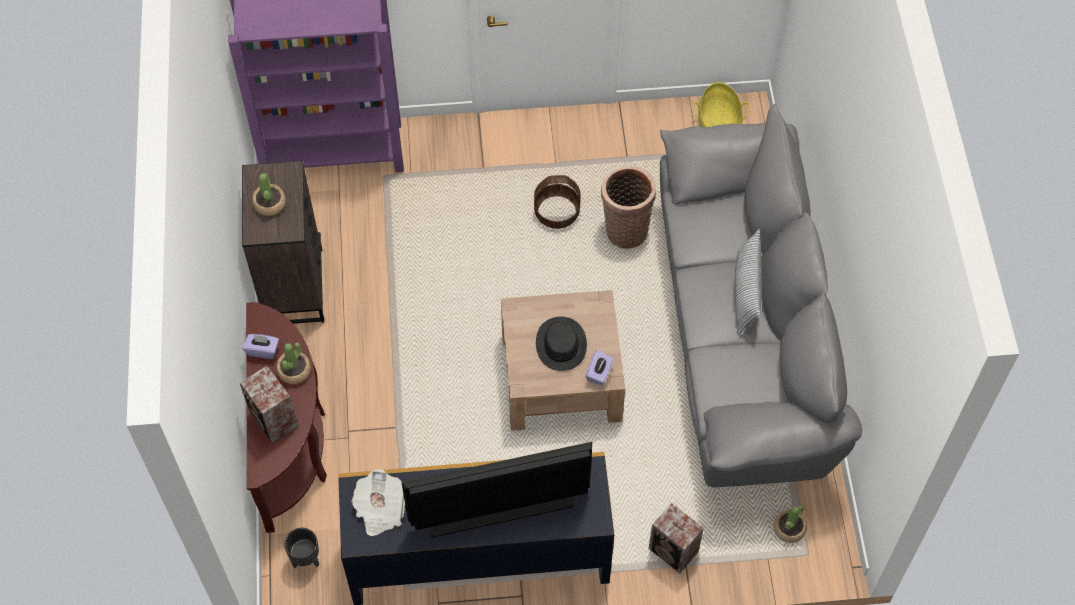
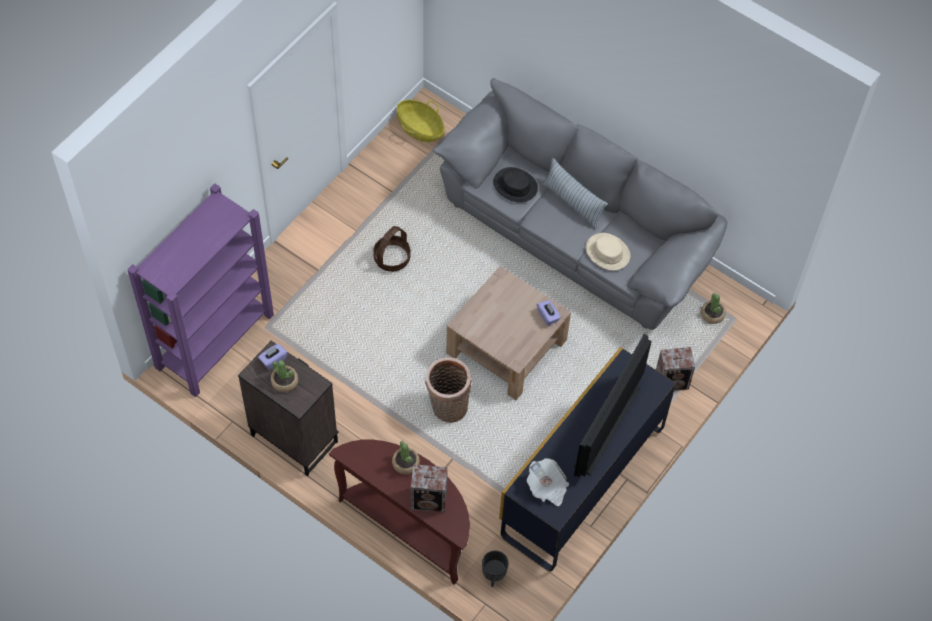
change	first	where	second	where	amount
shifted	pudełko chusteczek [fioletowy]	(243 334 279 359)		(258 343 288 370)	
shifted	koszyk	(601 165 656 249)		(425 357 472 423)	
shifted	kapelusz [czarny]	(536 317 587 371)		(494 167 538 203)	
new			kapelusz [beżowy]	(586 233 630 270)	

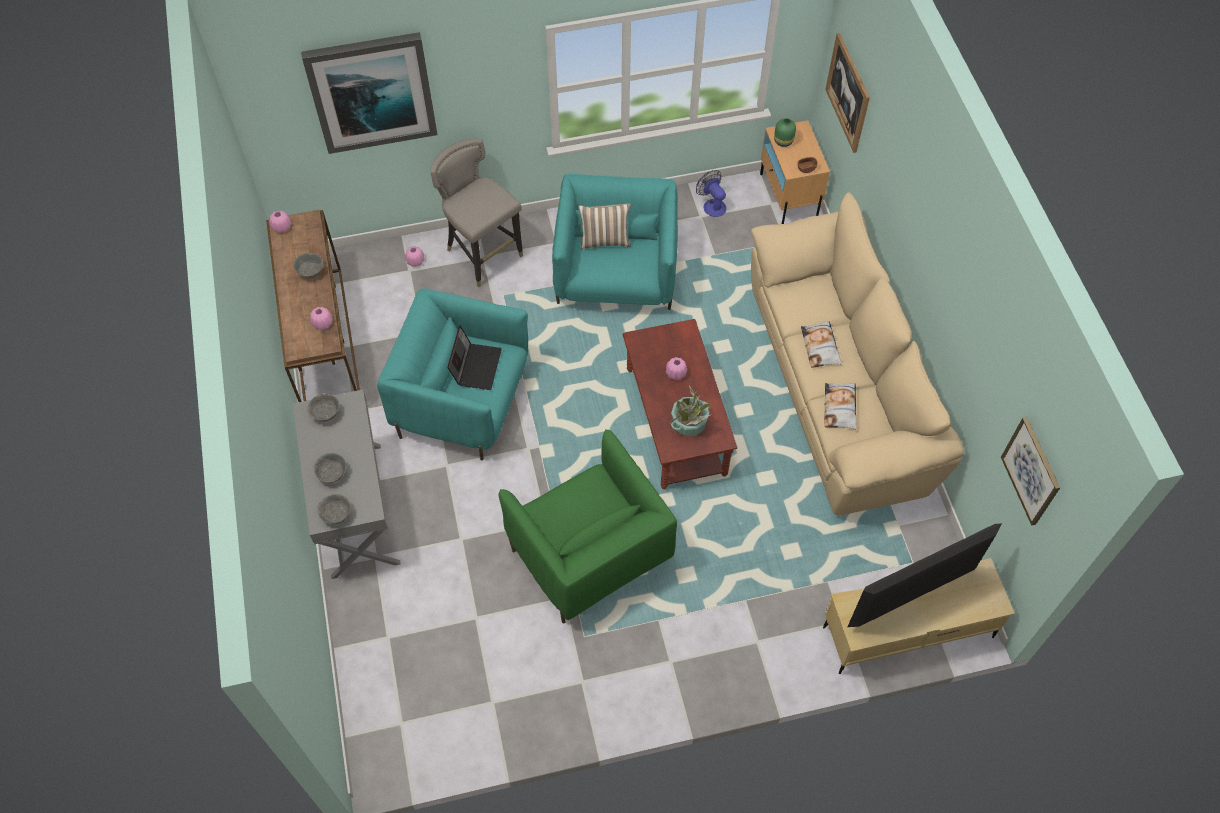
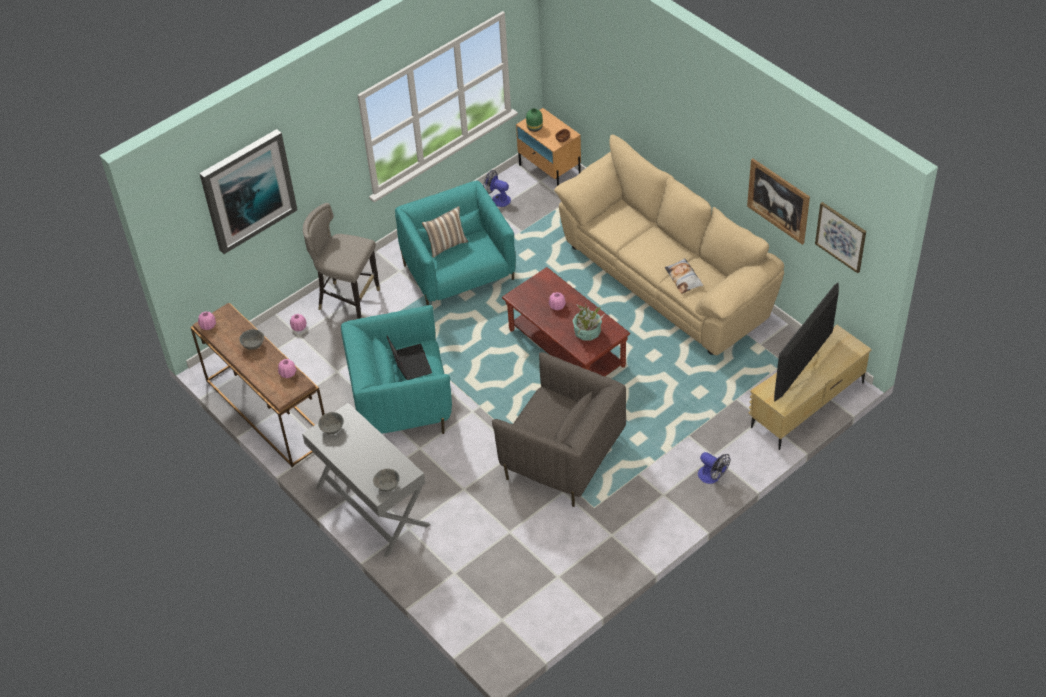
change	first	where	second	where	amount
repainted	fotel [zielony]	(499 429 677 623)	fotel [szary]	(492 352 626 507)	
new			wentylator	(698 452 730 484)	
shifted	obraz	(825 33 870 153)		(747 159 810 245)	
gone	miska [szary]	(314 453 346 483)			
gone	poduszka	(801 321 841 368)			

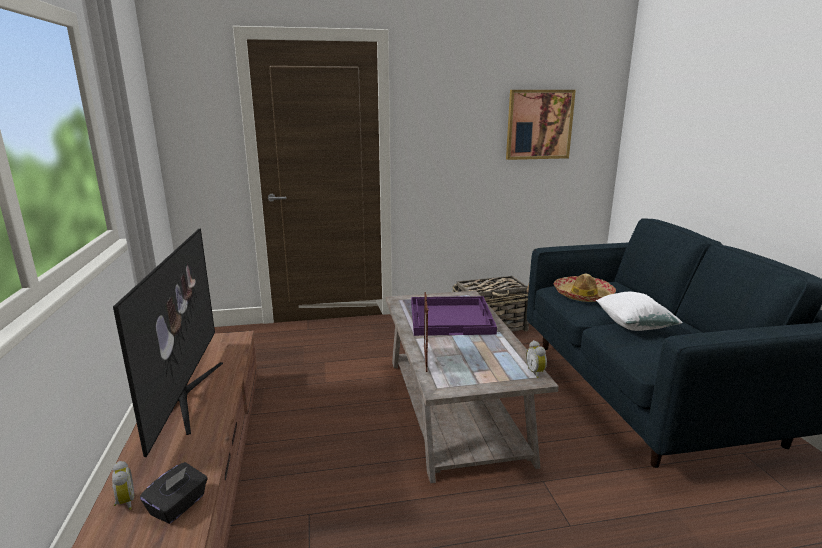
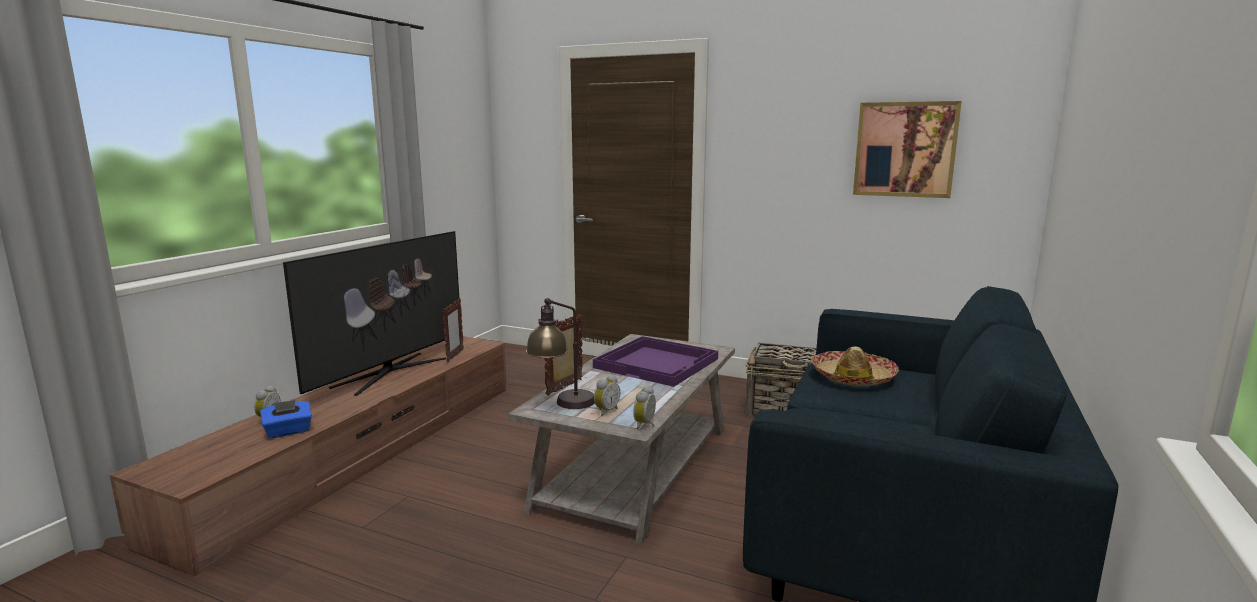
change	first	where	second	where	amount
repainted	pudełko chusteczek [czarny]	(140 462 208 524)	pudełko chusteczek [niebieski]	(260 400 312 438)	
new			ramka na zdjęcie	(443 298 464 362)	
new			lampa stołowa	(526 298 595 409)	
new			budzik	(594 375 620 416)	
gone	poduszka [biały]	(596 292 683 331)			

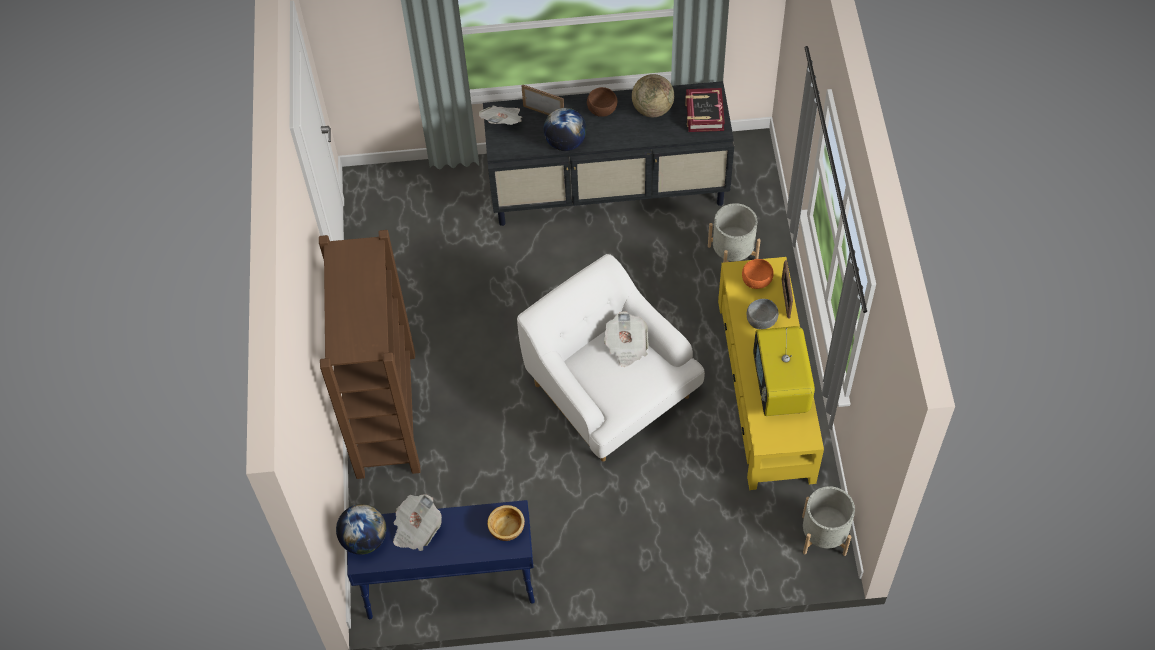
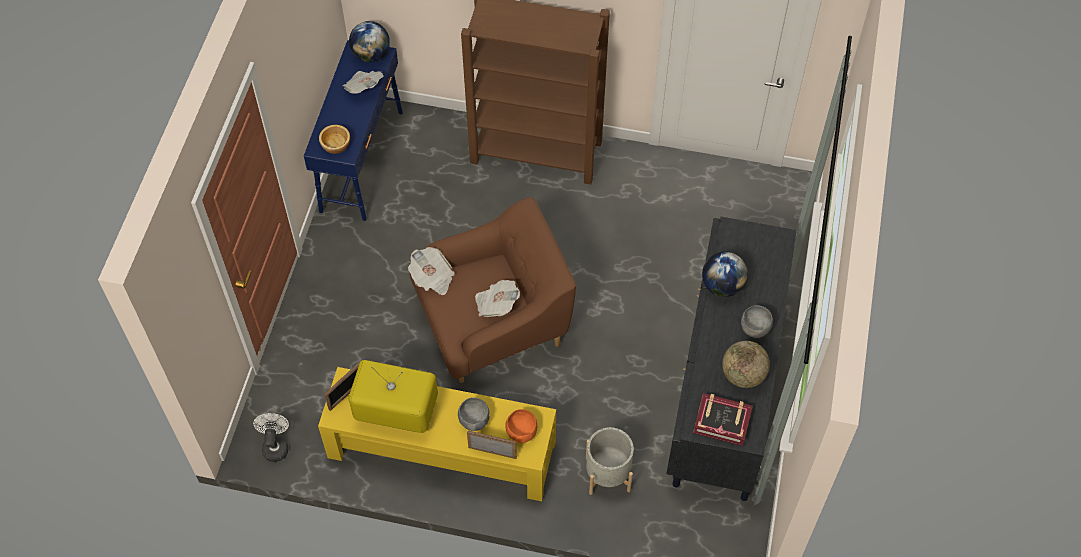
change	first	where	second	where	amount
swapped	donica [szary]	(802 486 855 556)	wentylator [biały]	(253 413 289 462)	
shifted	ramka na zdjęcie	(522 84 564 115)		(324 362 360 411)	
shifted	gazeta	(479 106 522 125)		(408 247 455 295)	
repainted	fotel [biały]	(517 254 705 461)	fotel [brązowy]	(409 197 576 383)	
repainted	miska [brązowy]	(587 87 617 117)	miska [szary]	(741 305 773 338)	

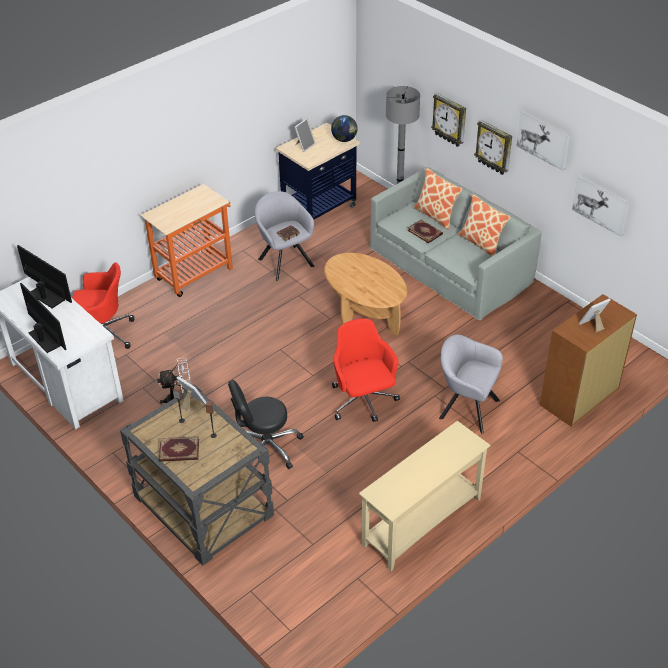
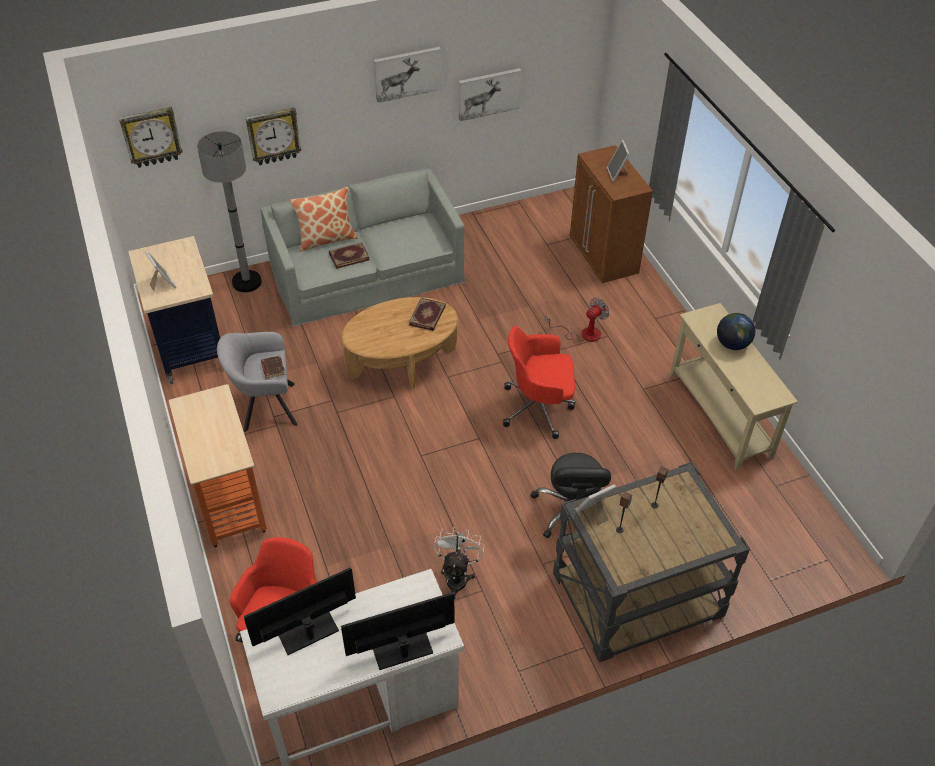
change	first	where	second	where	amount
shifted	zegar ścienny	(474 120 512 175)		(119 107 183 168)	
shifted	książka	(159 436 199 462)		(409 298 446 331)	
swapped	fotel [szary]	(439 334 503 434)	wentylator	(545 298 610 342)	
shifted	globus	(331 115 358 142)		(717 313 755 350)	
gone	poduszka	(458 194 511 257)			

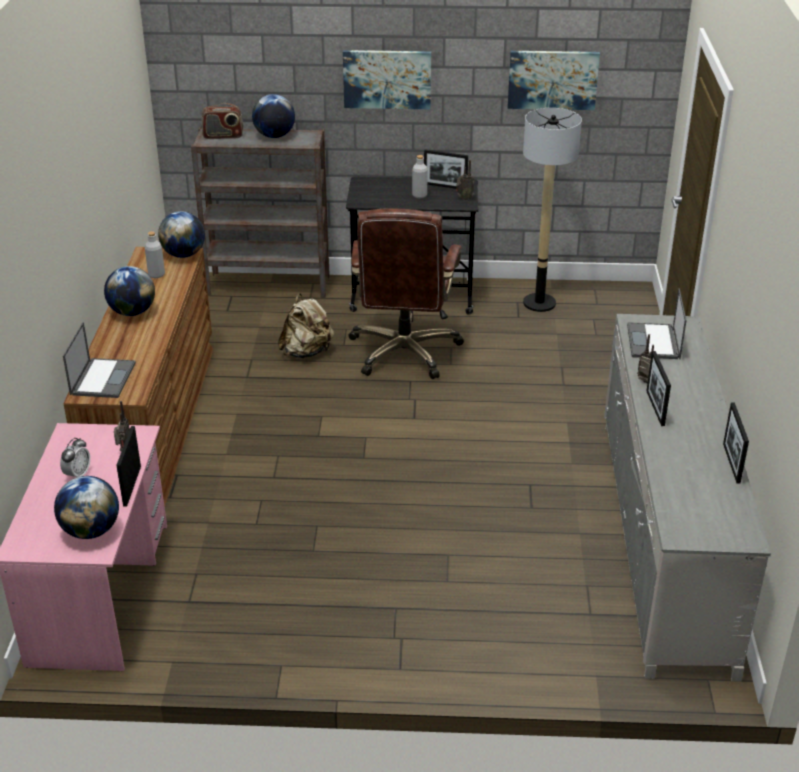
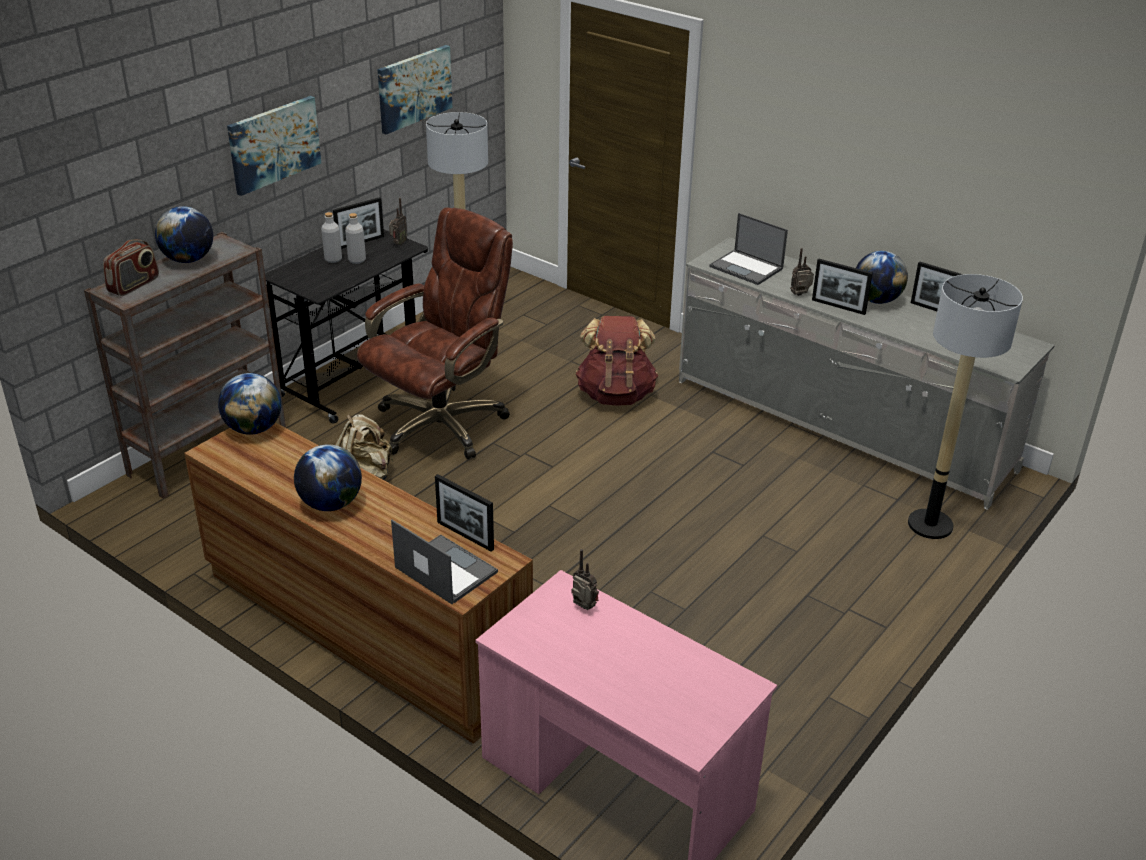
change	first	where	second	where	amount
shifted	butelka [szary]	(145 231 165 278)		(321 212 342 263)	
rotated	krzesło biurowe [brązowy]	(348 208 464 379)		(357 207 513 459)	90 degrees counterclockwise
shifted	ramka na zdjęcie	(116 426 141 507)		(435 474 494 552)	
new			plecak [brązowy]	(576 316 658 406)	
shifted	globus	(54 476 119 539)		(856 251 908 304)	
new			lampa stojąca	(908 274 1023 539)	
gone	budzik	(60 438 90 478)			

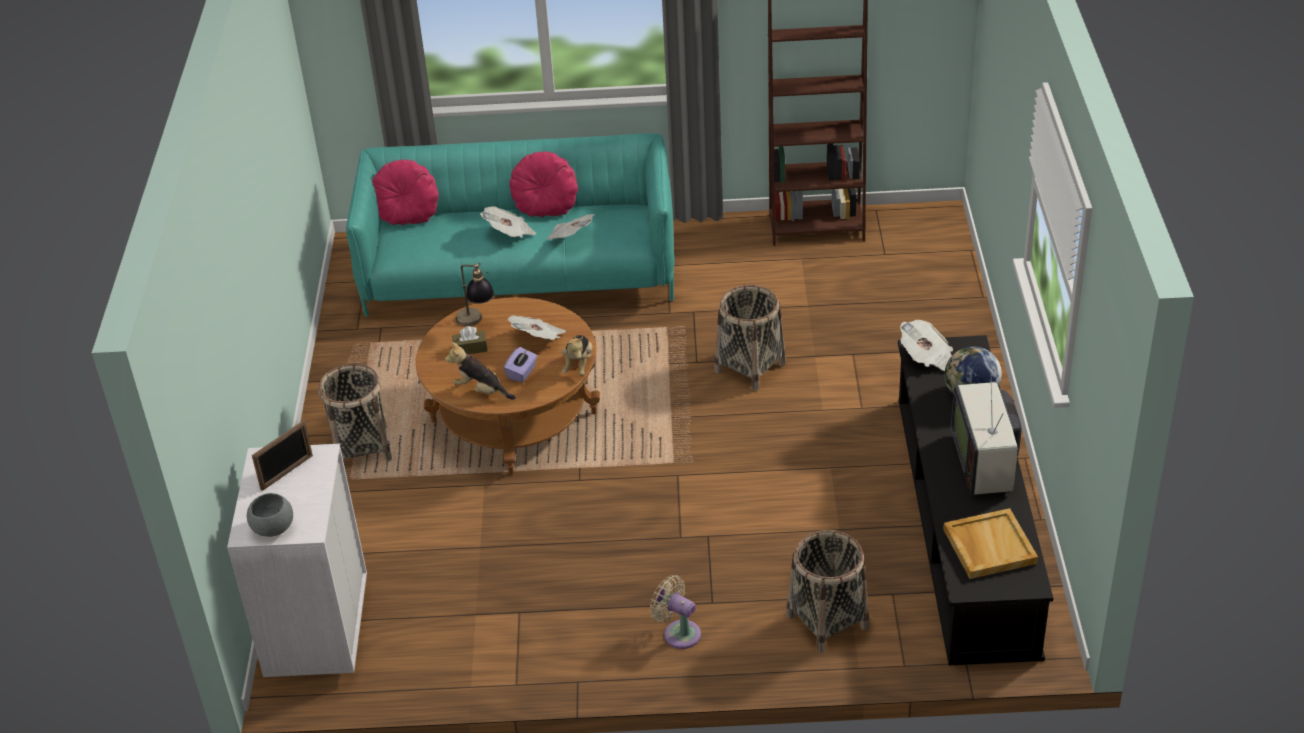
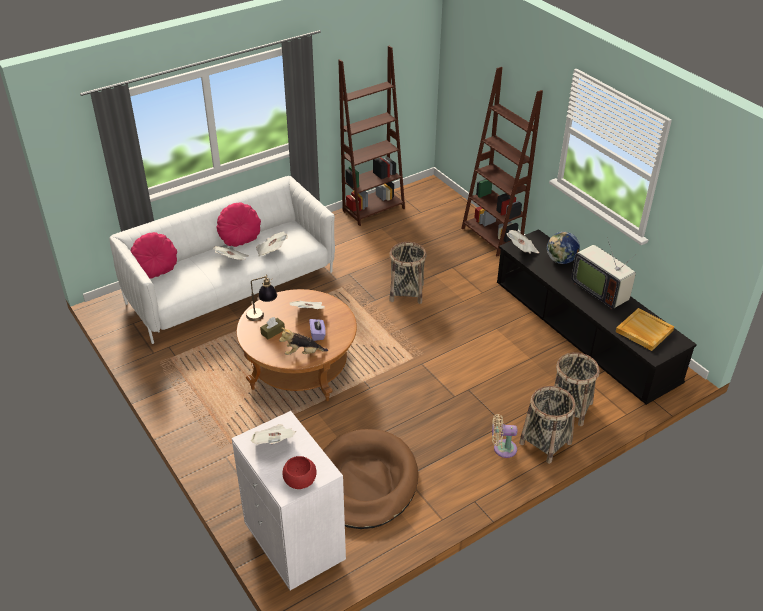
change	first	where	second	where	amount
repainted	kanapa [turkusowy]	(346 133 675 317)	kanapa [biały]	(110 176 335 344)	
swapped	ramka na zdjęcie	(252 420 313 491)	gazeta	(251 424 296 444)	
repainted	miska [szary]	(247 493 293 537)	miska [czerwony]	(282 456 317 489)	
new			legowisko [brązowy]	(323 429 418 529)	
new			regał [brązowy]	(461 67 543 257)	
shifted	koszyk	(318 364 392 462)		(519 386 576 464)	
gone	pluszak	(562 335 592 376)			

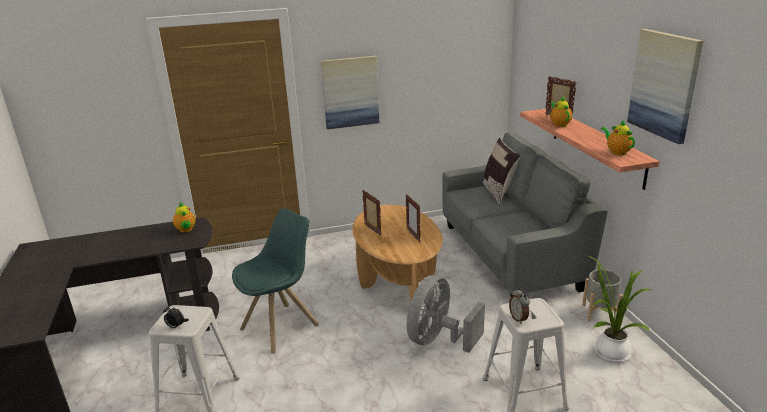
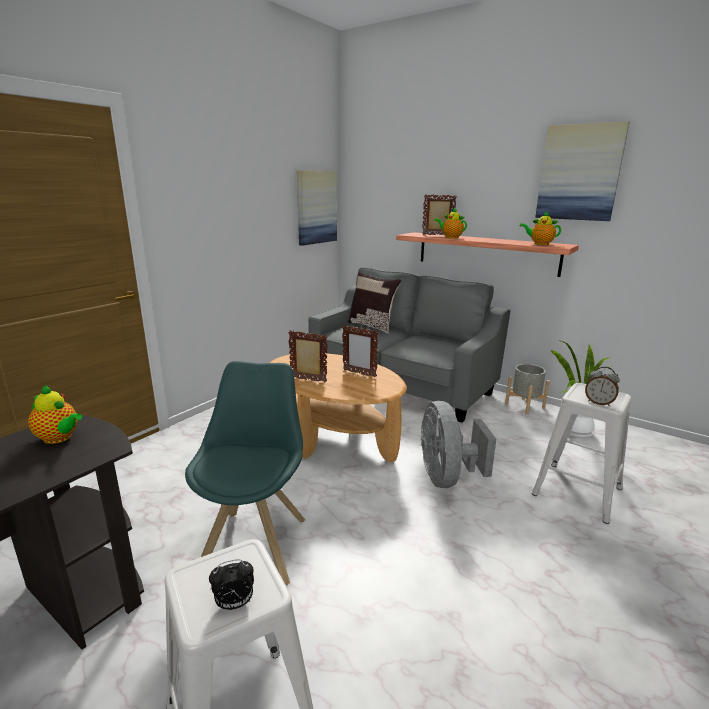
change	first	where	second	where	amount
shifted	obraz	(321 56 380 129)		(297 170 337 246)	

